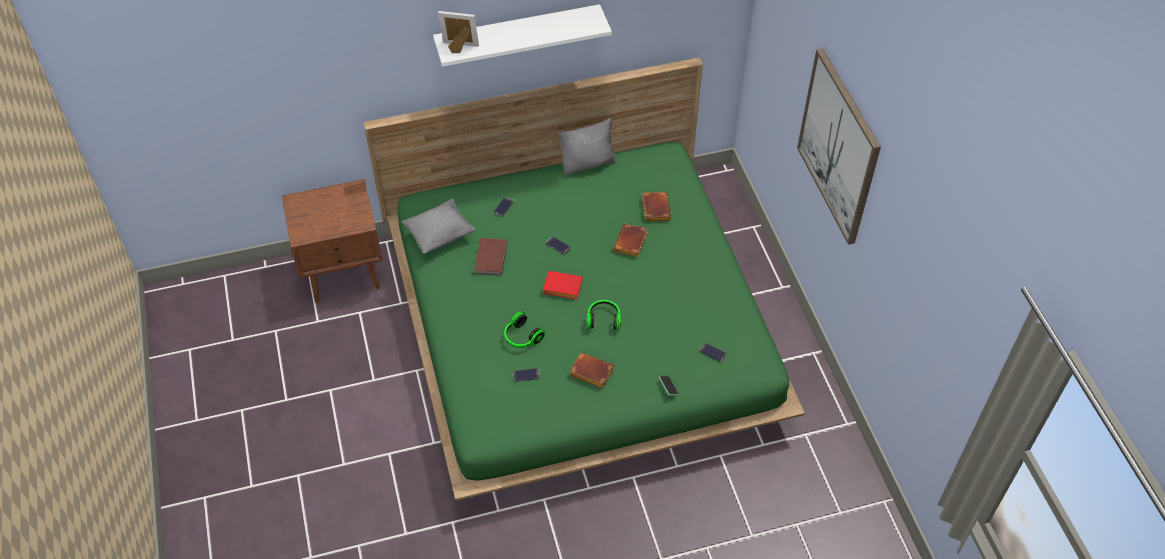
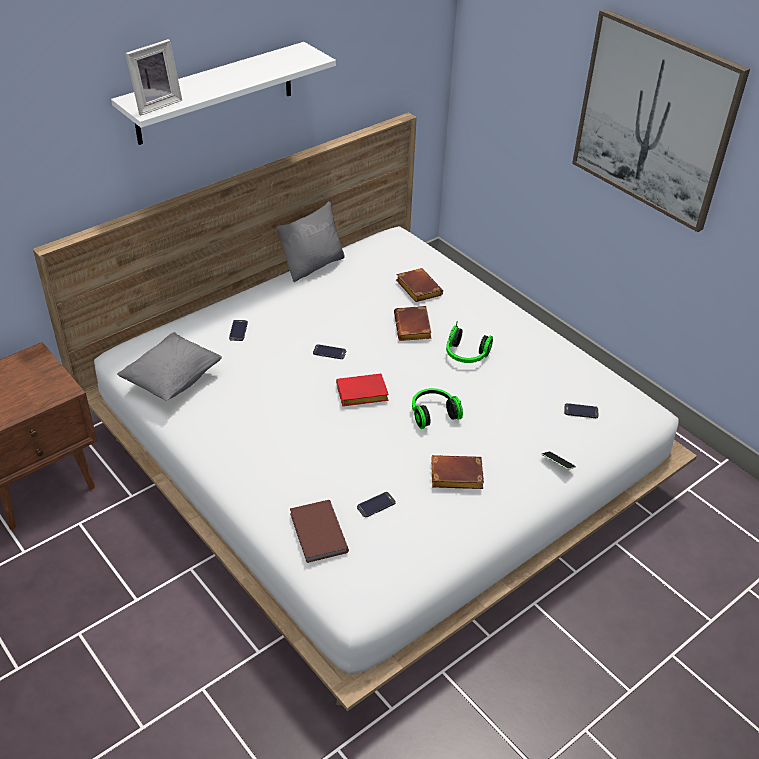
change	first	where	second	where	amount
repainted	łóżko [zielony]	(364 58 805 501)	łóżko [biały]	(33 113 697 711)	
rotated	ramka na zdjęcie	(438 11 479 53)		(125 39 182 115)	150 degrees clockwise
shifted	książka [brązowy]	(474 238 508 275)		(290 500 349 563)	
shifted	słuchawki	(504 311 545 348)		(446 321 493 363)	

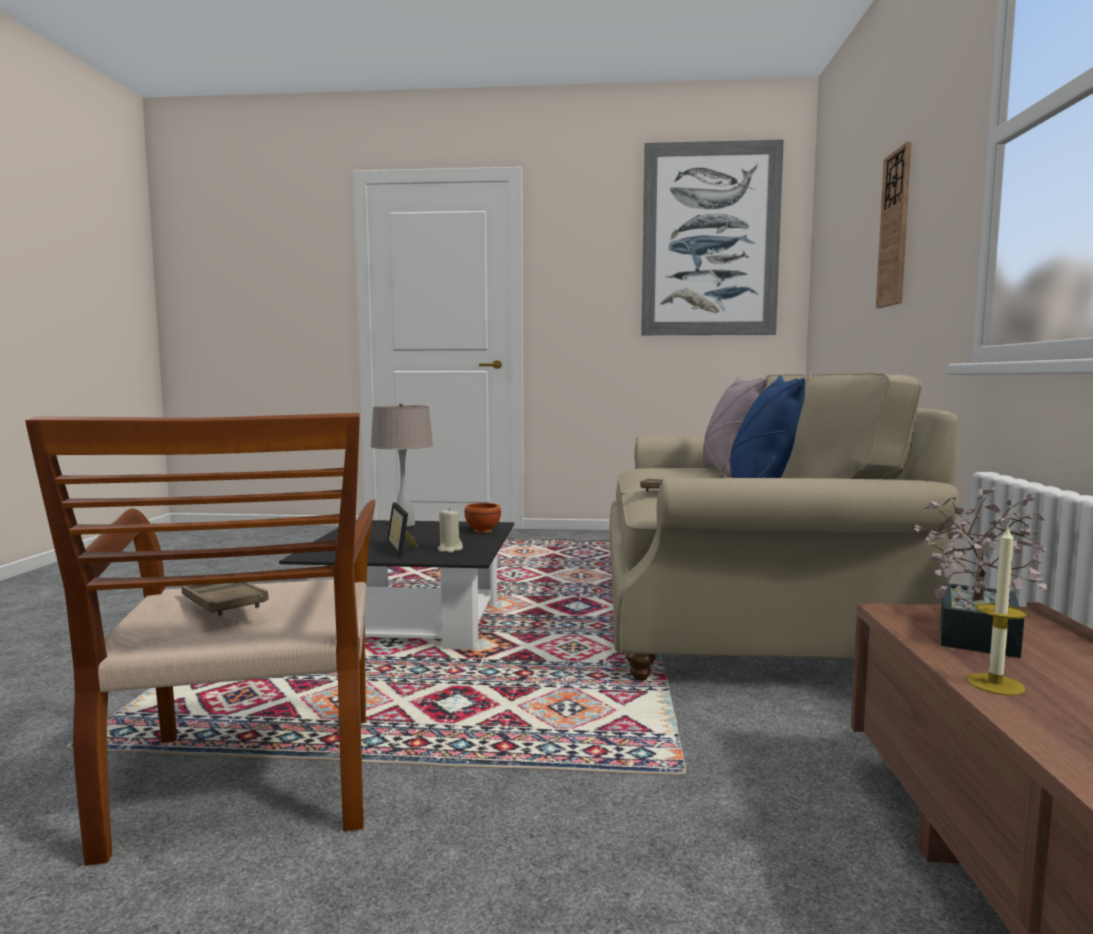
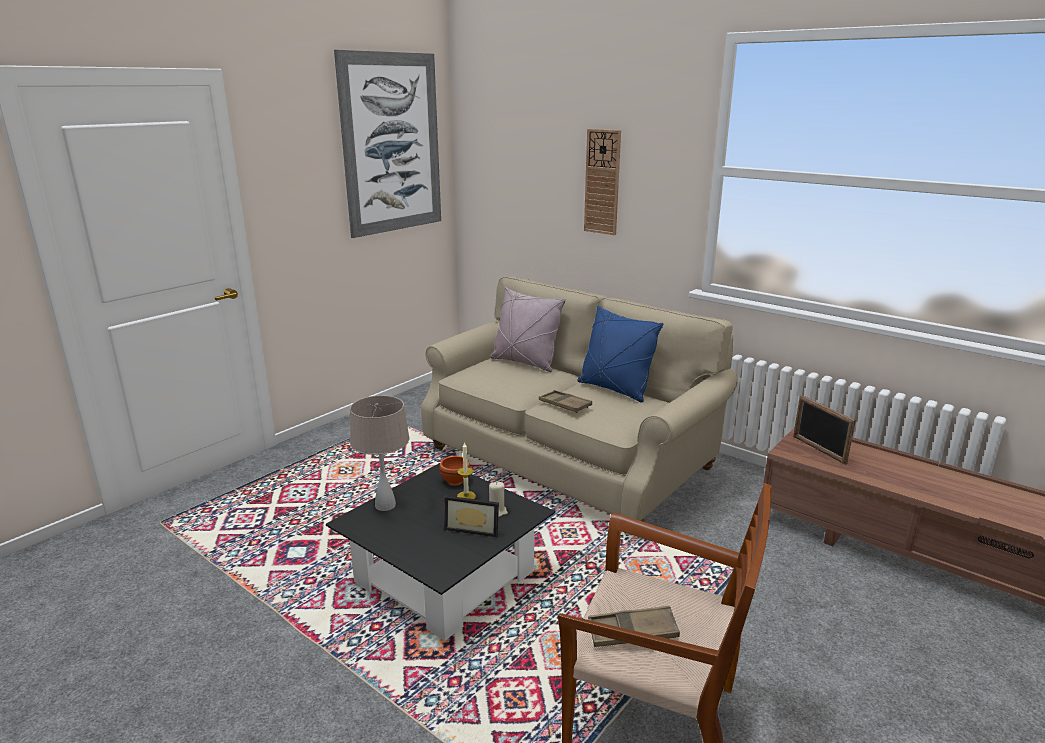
change	first	where	second	where	amount
shifted	świeca	(966 527 1027 695)		(457 442 476 499)	
swapped	roślina doniczkowa	(915 486 1048 658)	ramka na zdjęcie	(793 395 856 465)	

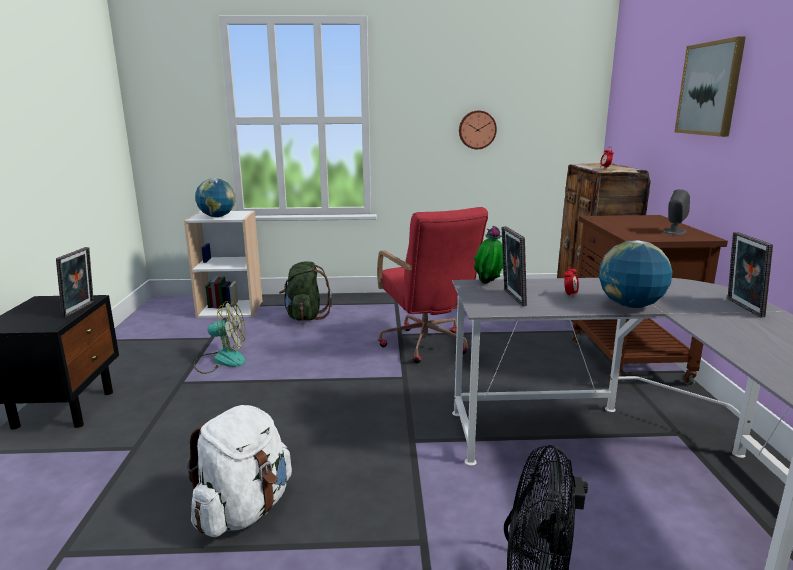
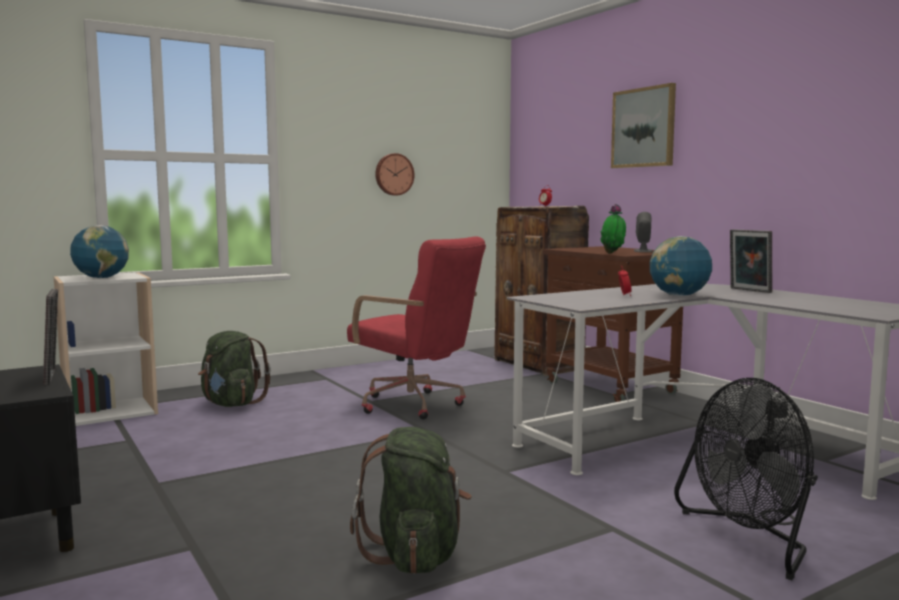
change	first	where	second	where	amount
repainted	plecak [biały]	(187 405 292 537)	plecak [zielony]	(350 427 472 574)	
shifted	roślina doniczkowa	(474 226 503 284)		(600 204 626 253)	
gone	wentylator	(194 301 246 374)			
gone	ramka na zdjęcie	(501 226 527 306)			

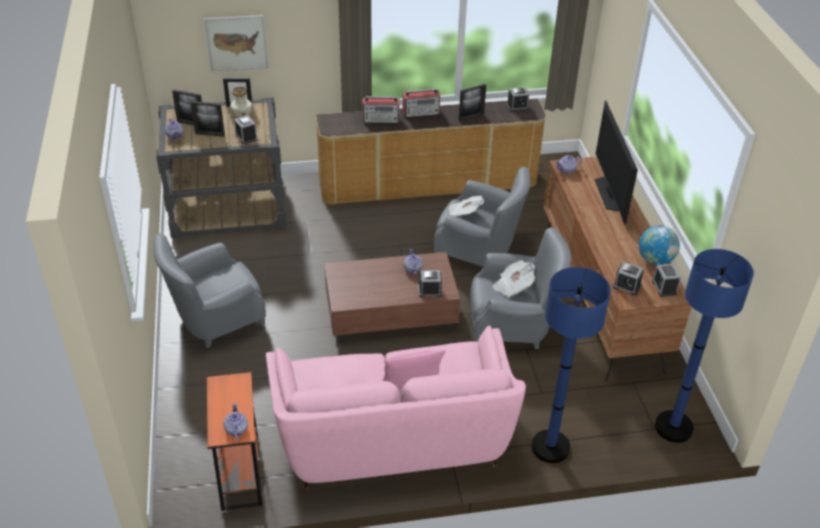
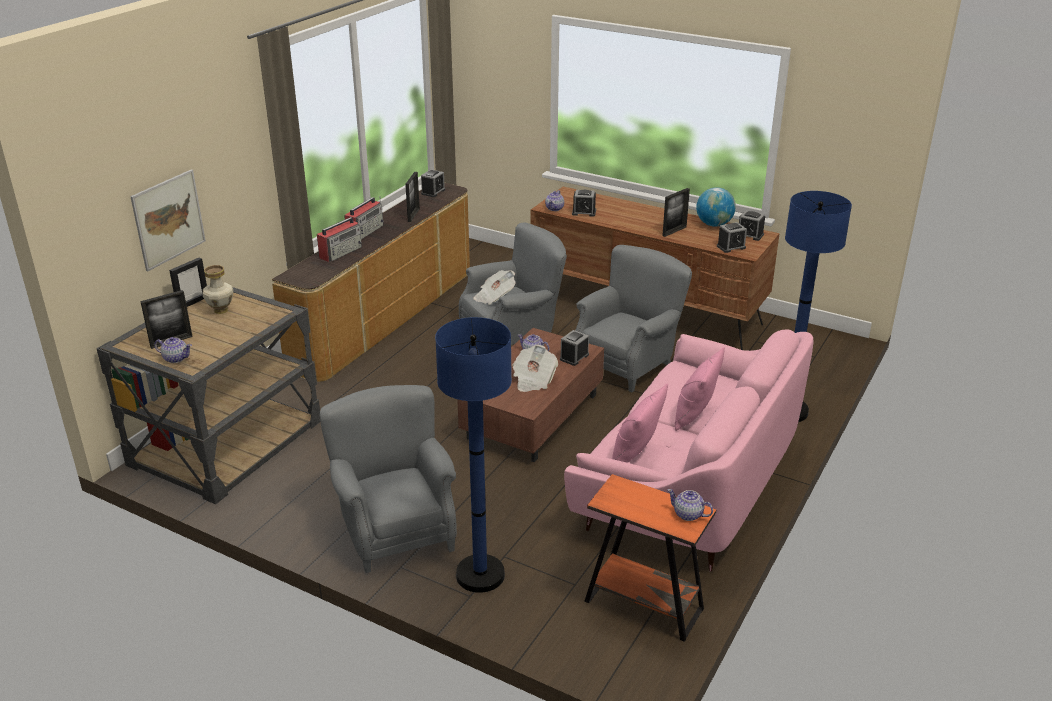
change	first	where	second	where	amount
rotated	fotel [szary]	(153 234 266 348)		(320 385 457 573)	150 degrees clockwise
shifted	lampa stojąca [niebieski]	(655 249 754 443)		(435 317 512 593)	
shifted	gazeta	(493 260 535 298)		(512 345 558 392)	
shifted	budzik	(234 115 257 144)		(572 190 596 217)	
new			poduszka [różowy]	(612 384 668 463)	
shifted	ramka na zdjęcie	(191 101 225 137)		(662 188 690 237)	
gone	telewizor	(595 101 638 225)			

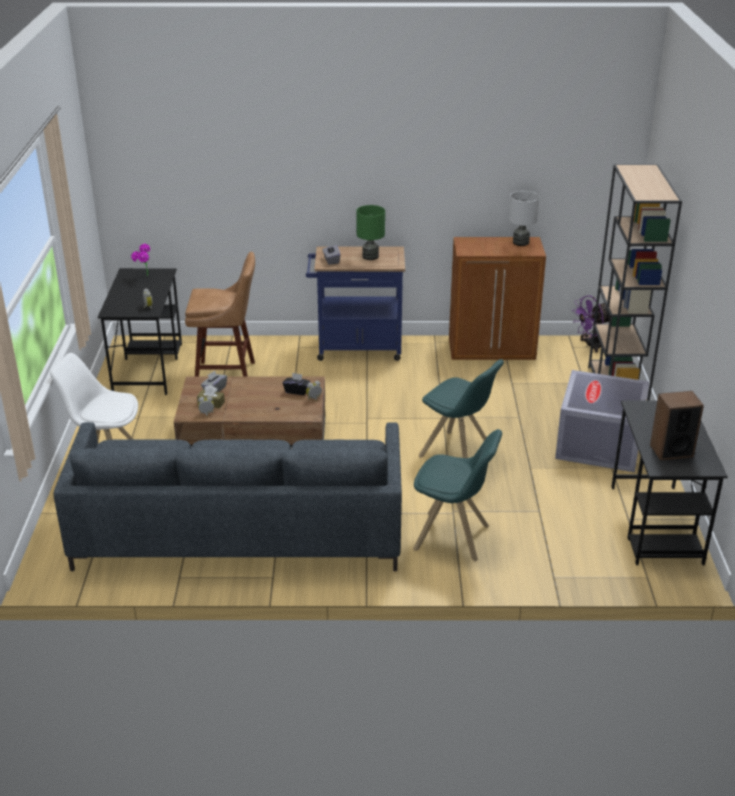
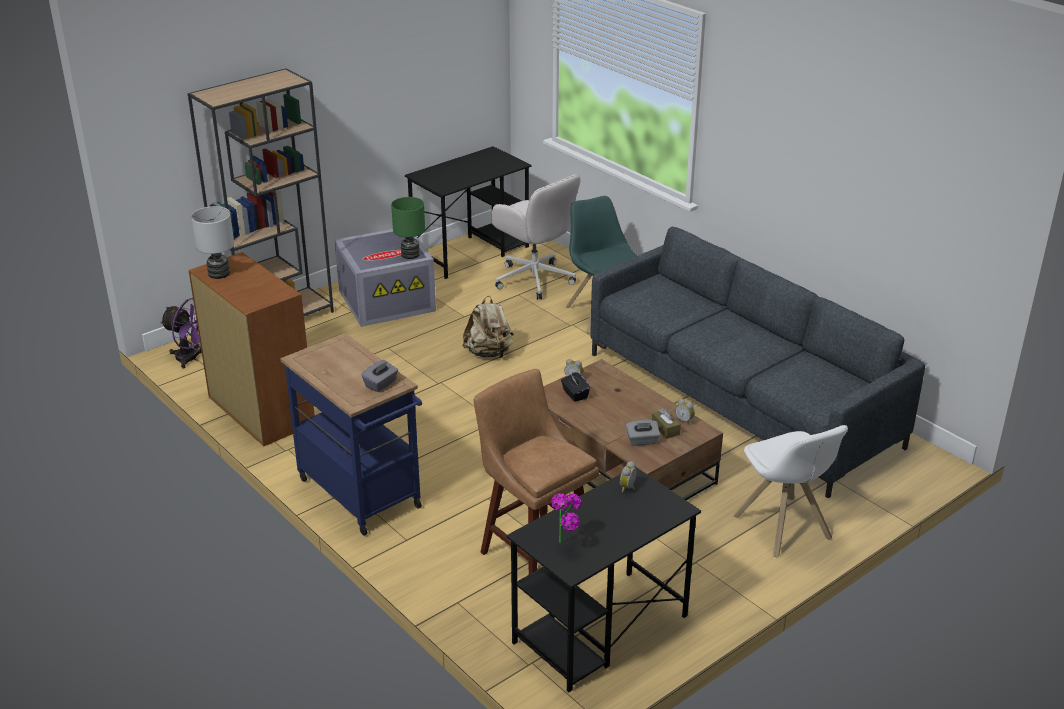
change	first	where	second	where	amount
shifted	lampa stołowa [zielony]	(356 205 385 260)		(391 197 425 259)	
swapped	krzesło [turkusowy]	(419 359 504 458)	plecak [beżowy]	(463 296 514 358)	
new			krzesło biurowe [biały]	(491 174 581 300)	
gone	głośnik	(650 391 704 460)			

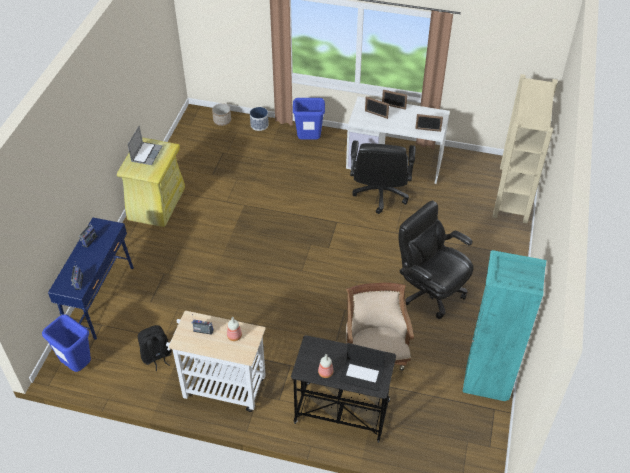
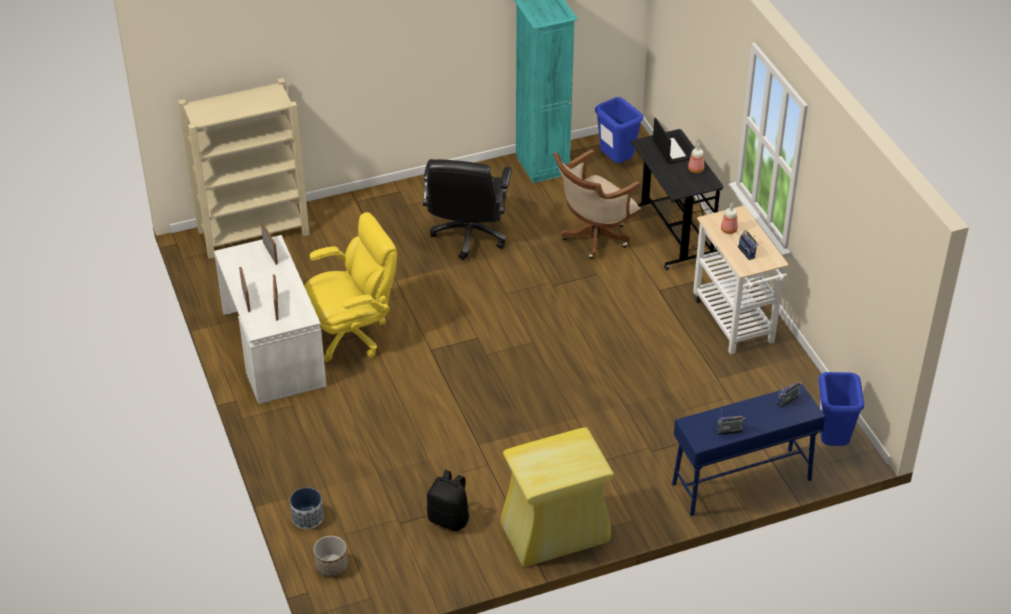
change	first	where	second	where	amount
repainted	krzesło biurowe [czarny]	(350 141 416 214)	krzesło biurowe [żółty]	(304 212 397 362)	
shifted	plecak [czarny]	(138 325 172 371)		(427 470 469 531)	
shifted	kosz na śmieci [niebieski]	(293 98 325 140)		(595 97 643 163)	
gone	laptop	(128 126 162 165)			

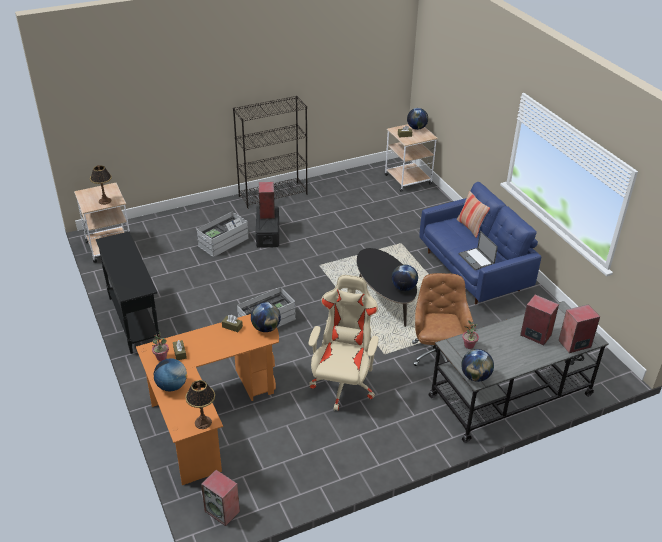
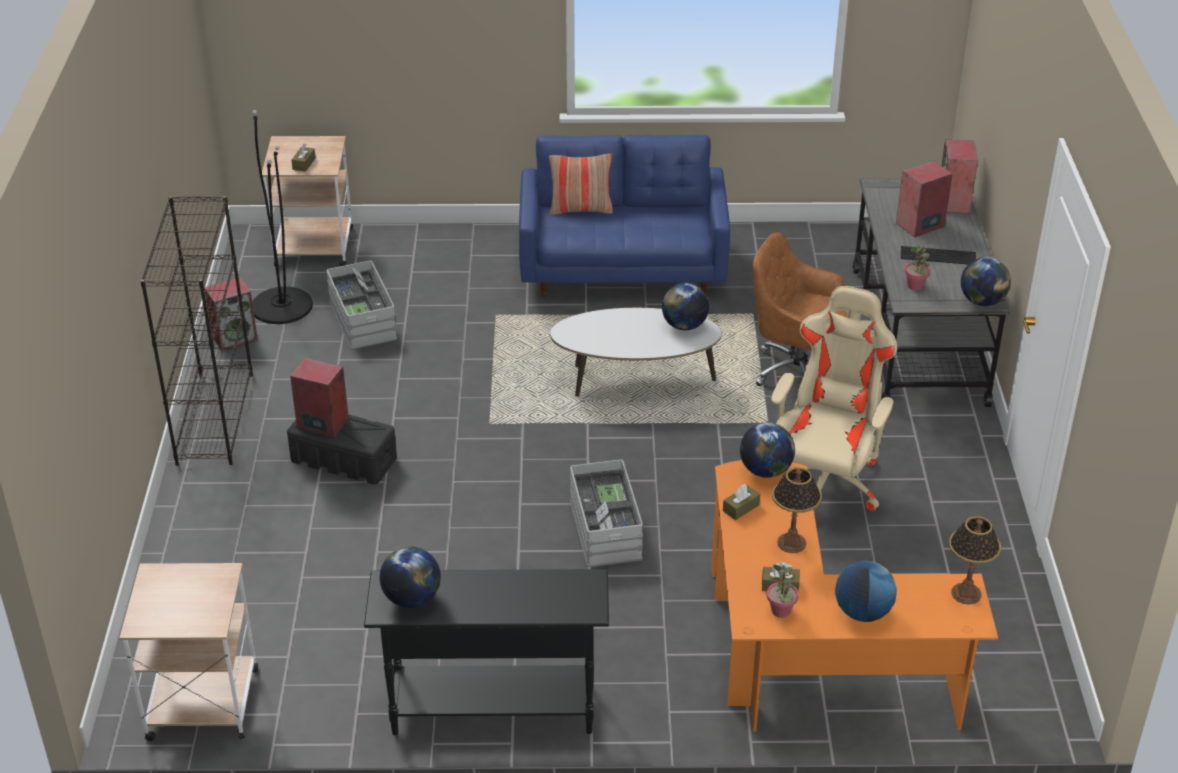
change	first	where	second	where	amount
shifted	głośnik	(201 470 240 526)		(204 277 258 351)	
new			lampa stojąca [czarny]	(252 110 313 324)	
shifted	pojemnik do przechowywania [szary]	(197 212 249 257)		(326 261 397 349)	
shifted	globus	(407 108 428 130)		(380 547 441 608)	
repainted	ława [czarny]	(357 248 417 327)	ława [biały]	(550 308 721 397)	
rotated	krzesło biurowe [beżowy]	(308 275 378 411)		(771 286 897 516)	75 degrees clockwise
shifted	lampa stołowa	(90 165 112 205)		(772 467 822 553)	
new			klawiatura	(901 246 976 264)	
gone	laptop	(459 231 498 270)			

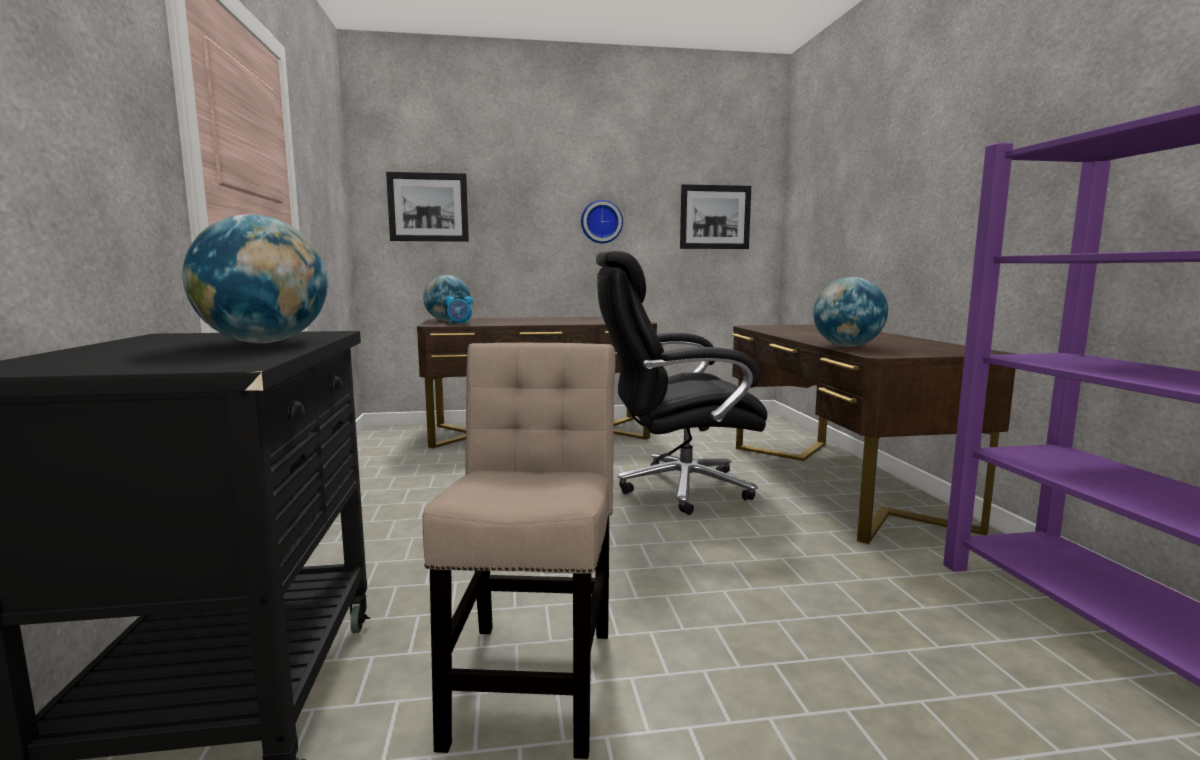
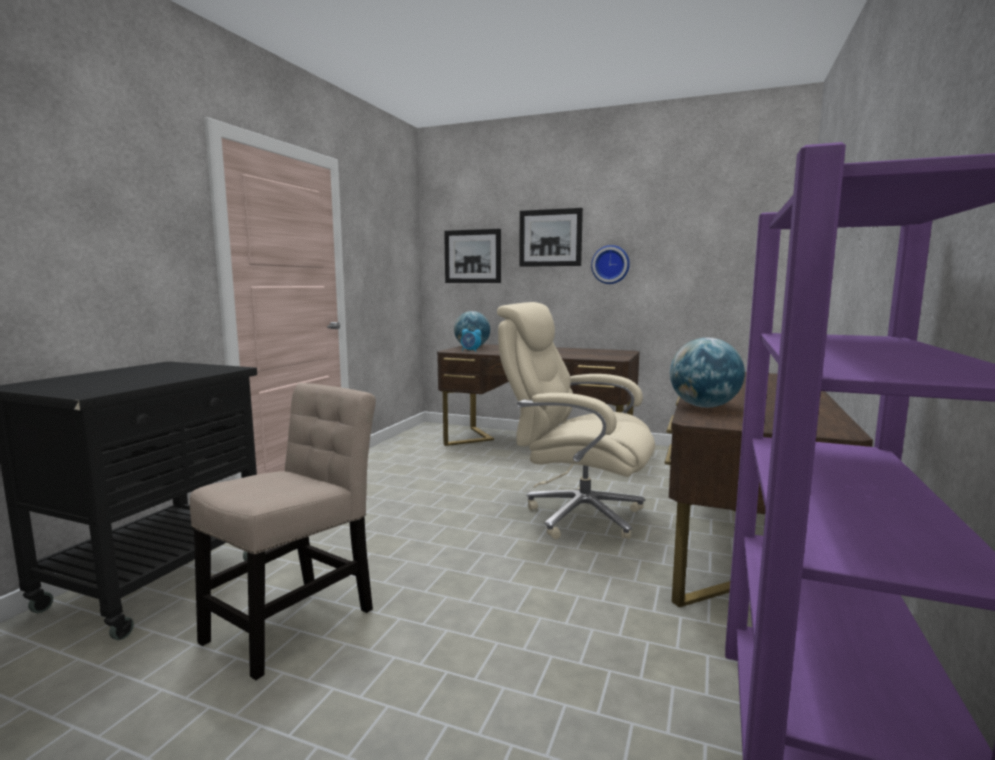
change	first	where	second	where	amount
repainted	krzesło biurowe [czarny]	(596 250 767 515)	krzesło biurowe [beżowy]	(497 302 655 539)	
shifted	obraz	(680 184 751 249)		(519 208 583 267)	
gone	globus	(182 215 327 343)			

